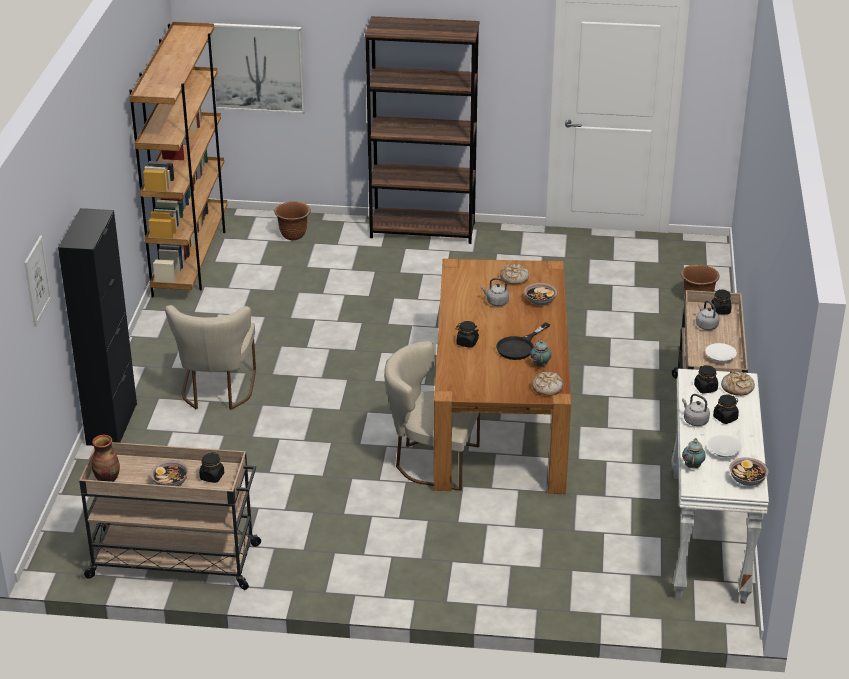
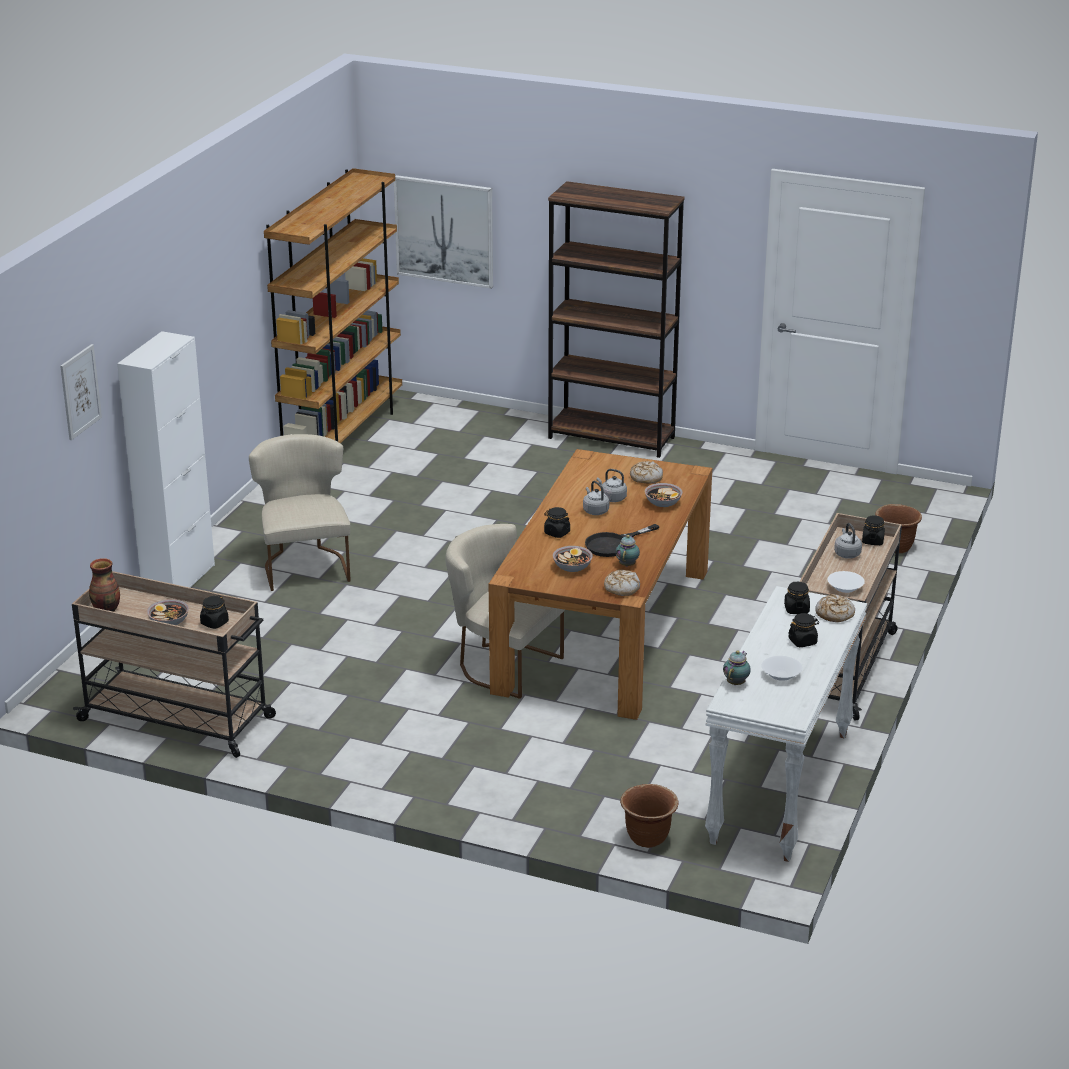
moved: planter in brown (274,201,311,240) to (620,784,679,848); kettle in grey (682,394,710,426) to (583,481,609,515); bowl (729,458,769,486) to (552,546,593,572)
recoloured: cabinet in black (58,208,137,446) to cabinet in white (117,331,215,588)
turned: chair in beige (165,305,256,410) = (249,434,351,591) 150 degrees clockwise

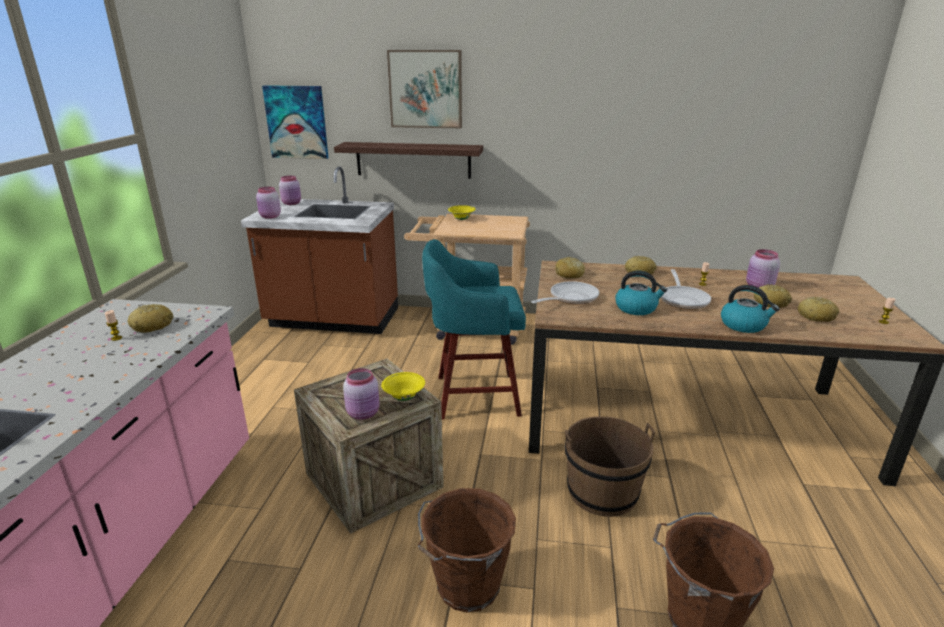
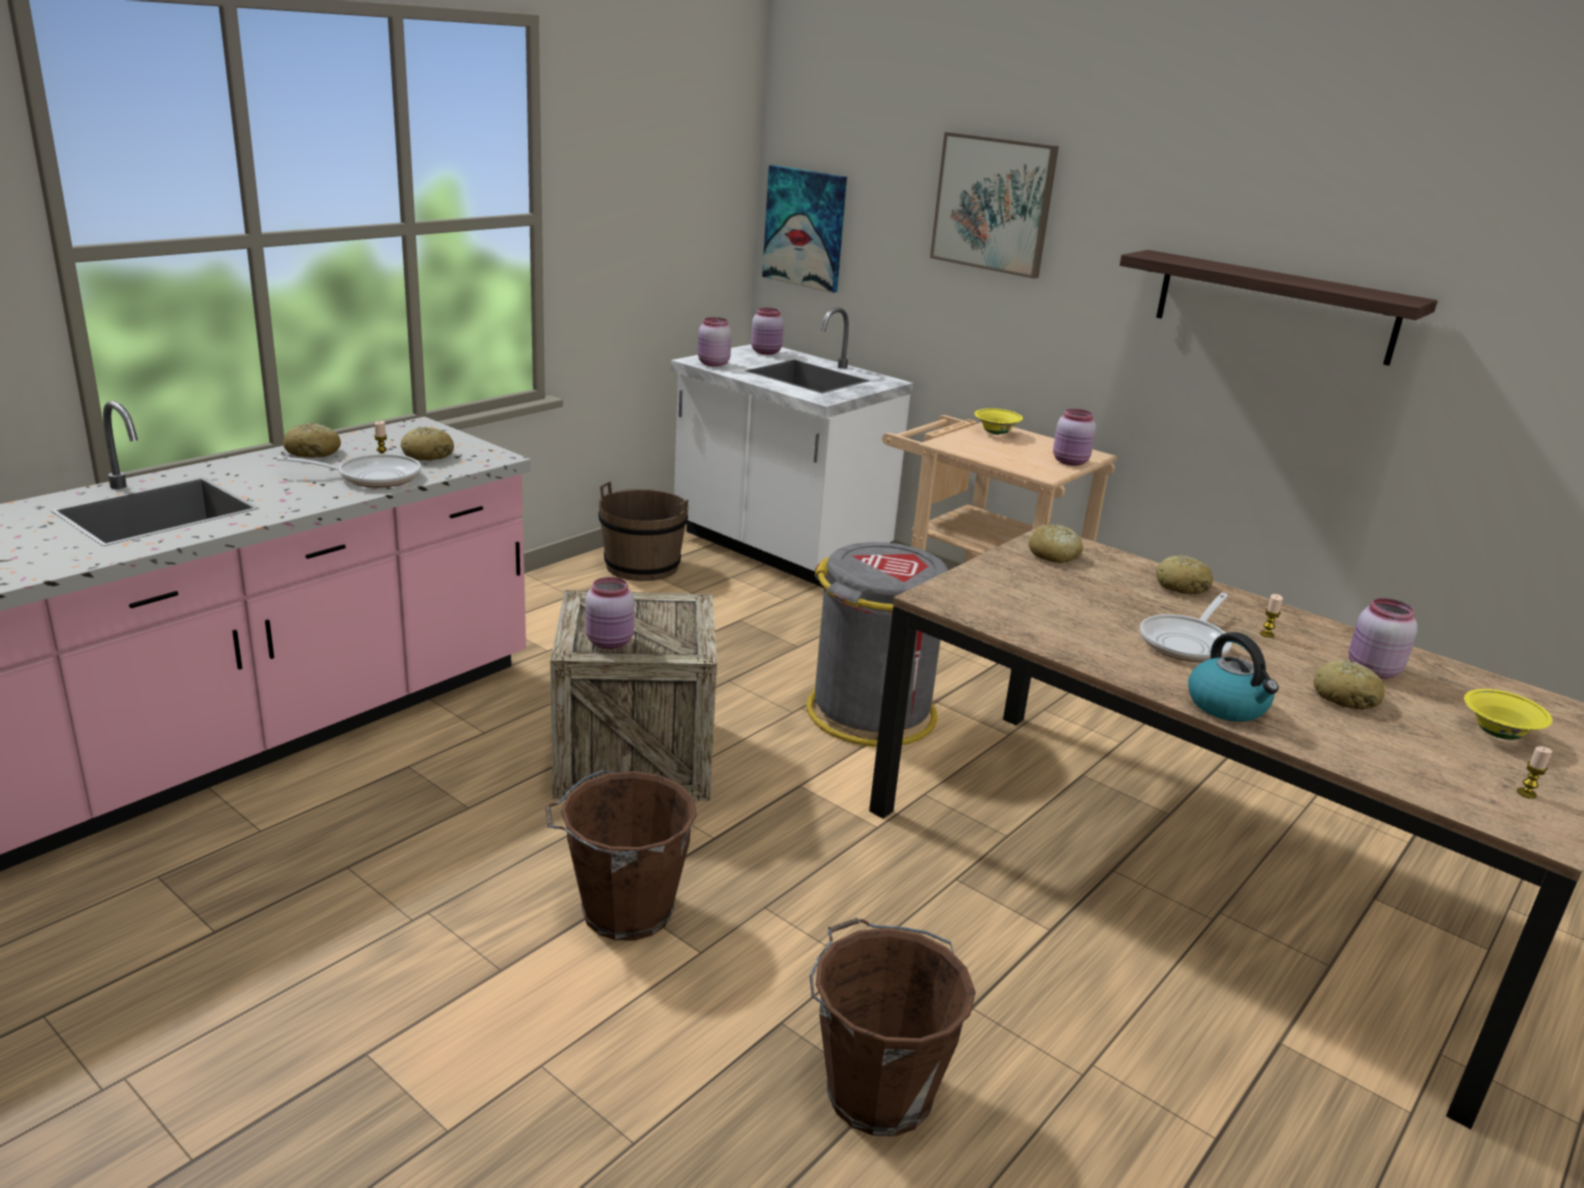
removed: kettle (615,271,667,315)
added: jar in pink (1053,409,1096,466)
moved: shelf (334,142,483,179) to (1120,250,1438,366); frying pan (531,281,599,304) to (276,454,421,488); bread (797,297,839,322) to (283,422,341,458); bowl in yellow (381,372,425,401) to (1464,689,1553,740); bucket in brown (565,416,655,517) to (598,482,689,581)
replaced: stool in turquoise (422,239,526,419) to trash can in grey (806,542,948,747)
recoloured: counter in brown (241,166,398,334) to counter in white (671,307,914,588)

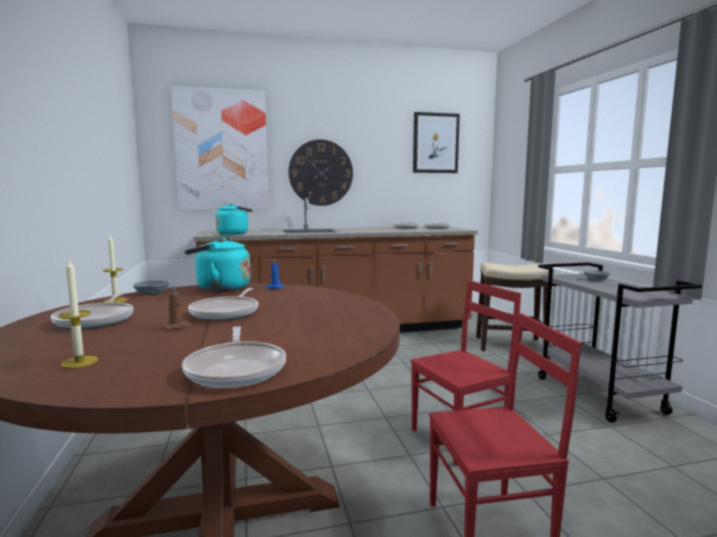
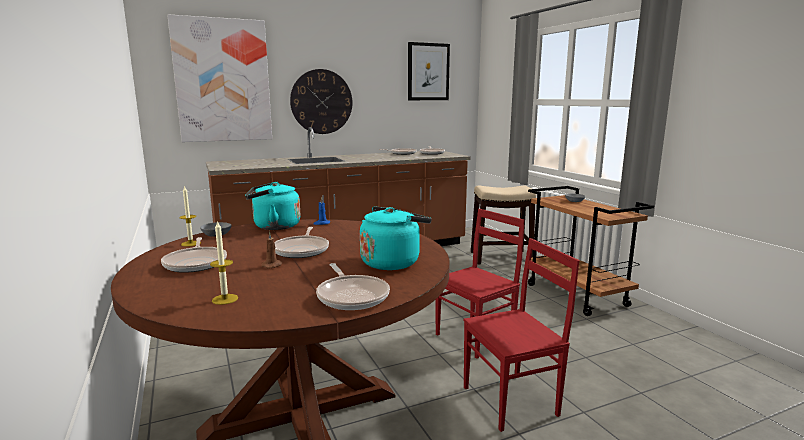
moved: kettle in turquoise (215,203,252,235) to (360,206,432,270)
recoloured: cart in grey (537,262,702,423) to cart in brown (528,186,654,316)

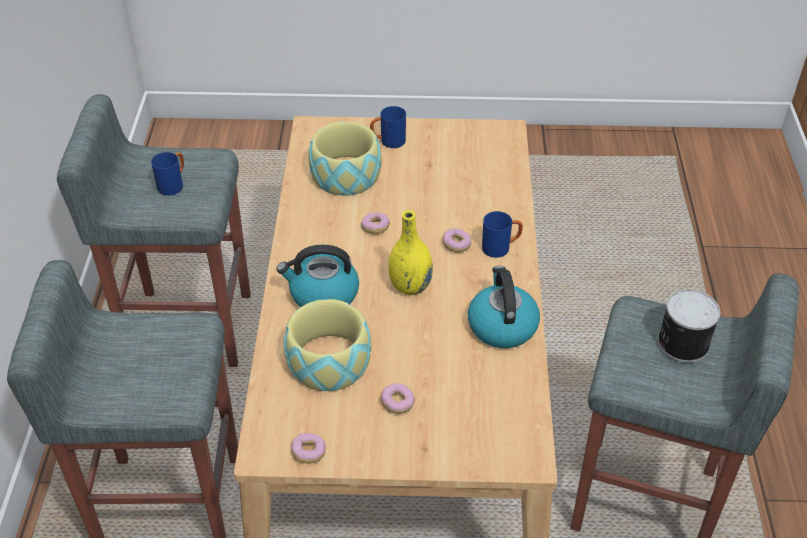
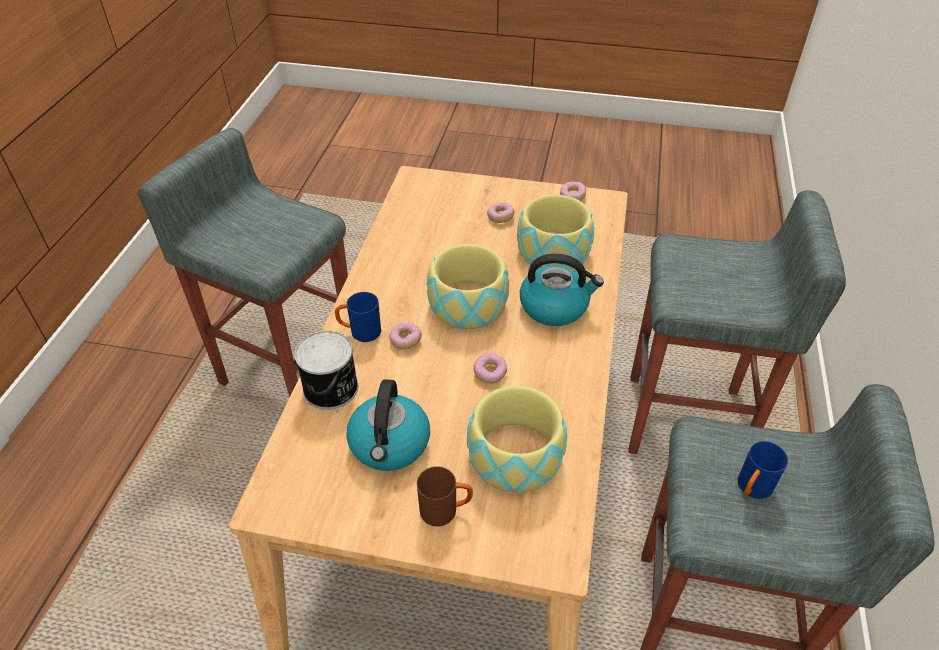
moved: kettle (468,266,540,348) to (346,379,430,471); can (658,290,720,363) to (294,331,358,410)
replaced: vase in yellow (389,210,433,295) to bowl (427,244,509,329)
recoloured: mug in blue (370,106,406,148) to mug in brown (417,466,473,527)

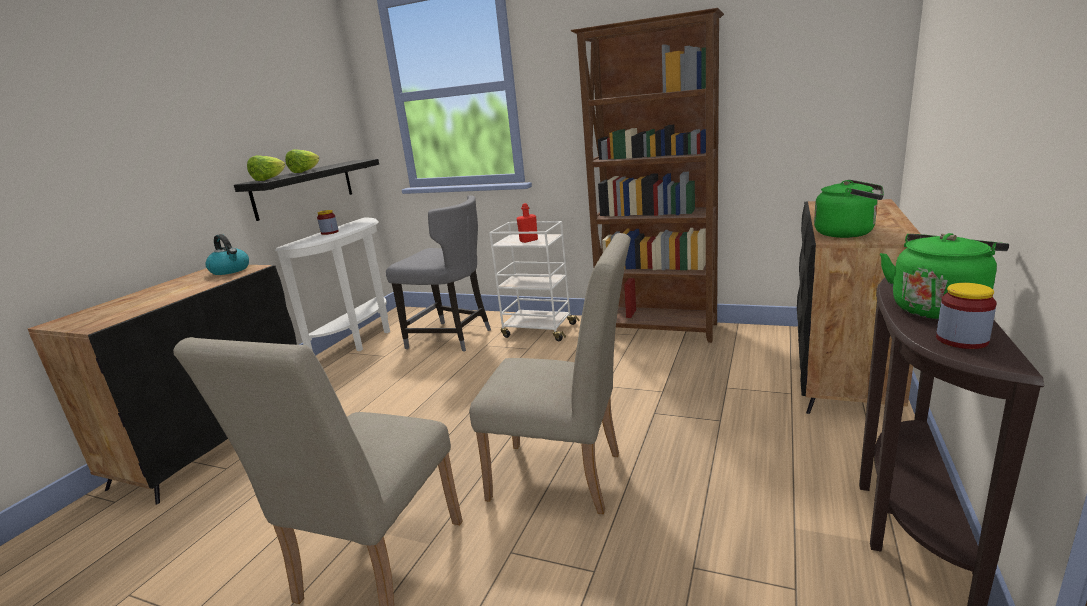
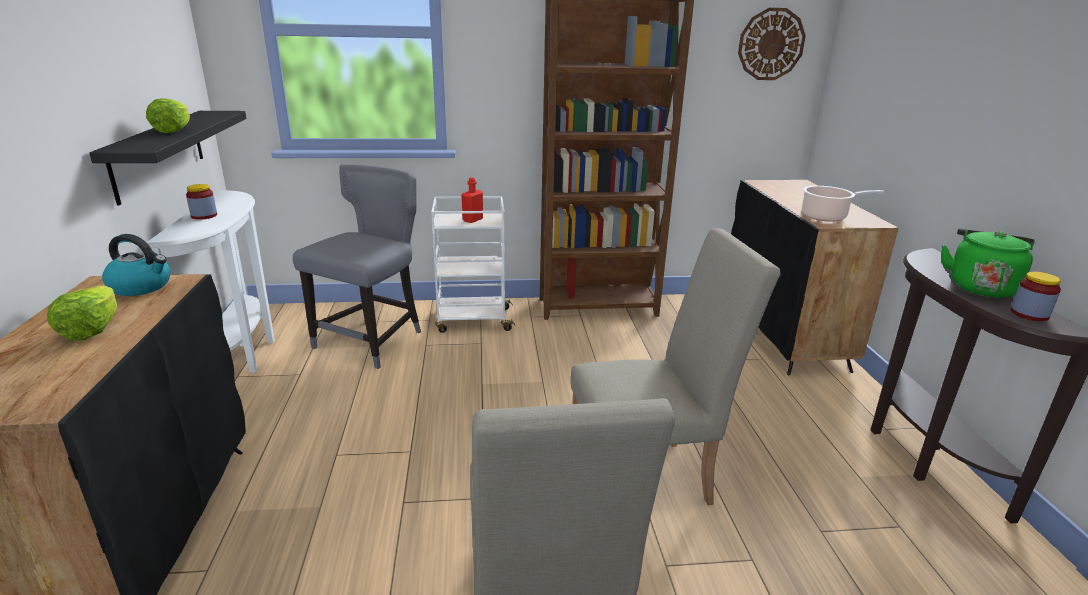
added: wall clock (738,8,806,80)
moved: lettuce (247,155,285,181) to (47,286,117,341)
replaced: kettle in green (814,180,884,238) to cooking pot (802,186,884,222)
turned: chair in grey (386,195,491,352) = (293,164,421,369) 60 degrees counterclockwise

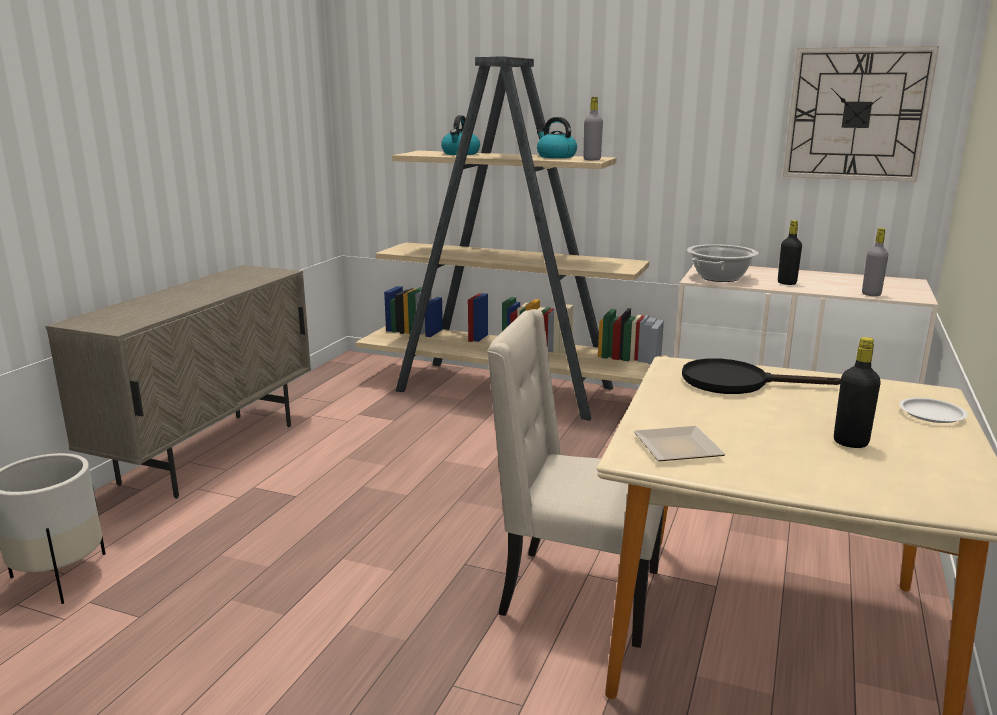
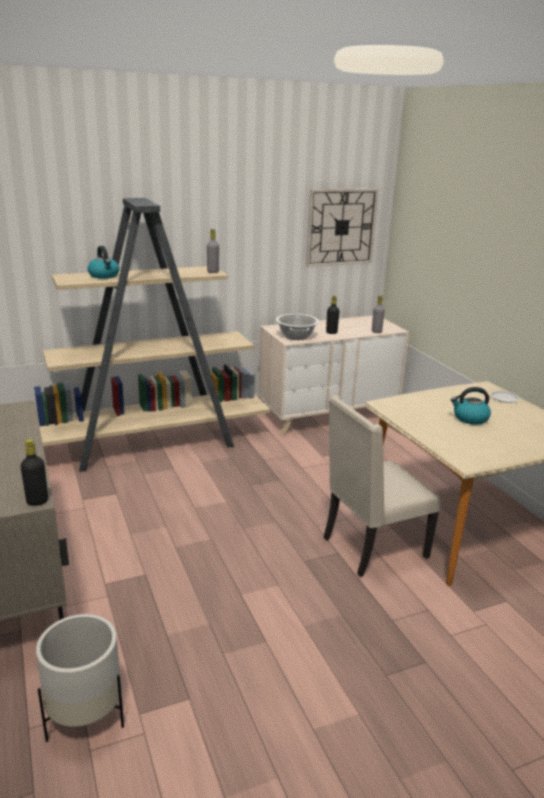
removed: frying pan in black (682,358,841,394); plate (634,426,725,461)
moved: kettle (537,117,577,158) to (451,387,491,425); bottle in black (834,337,881,448) to (20,439,48,506)

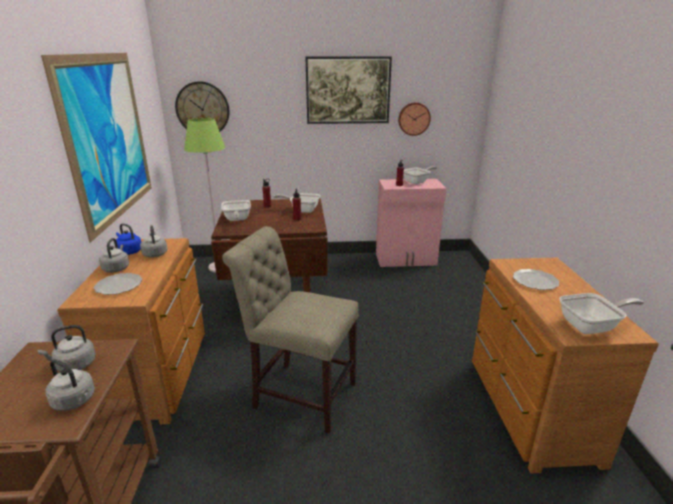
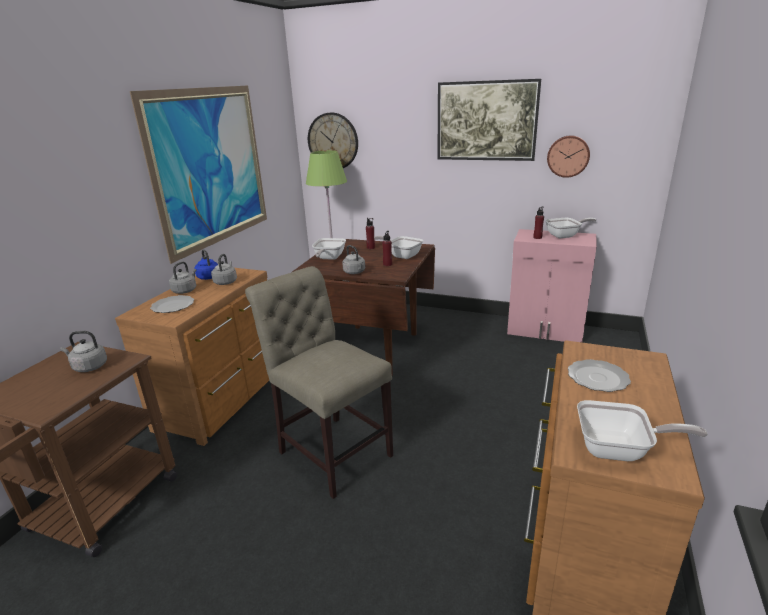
moved: kettle in grey (45,359,95,411) to (342,245,365,274)

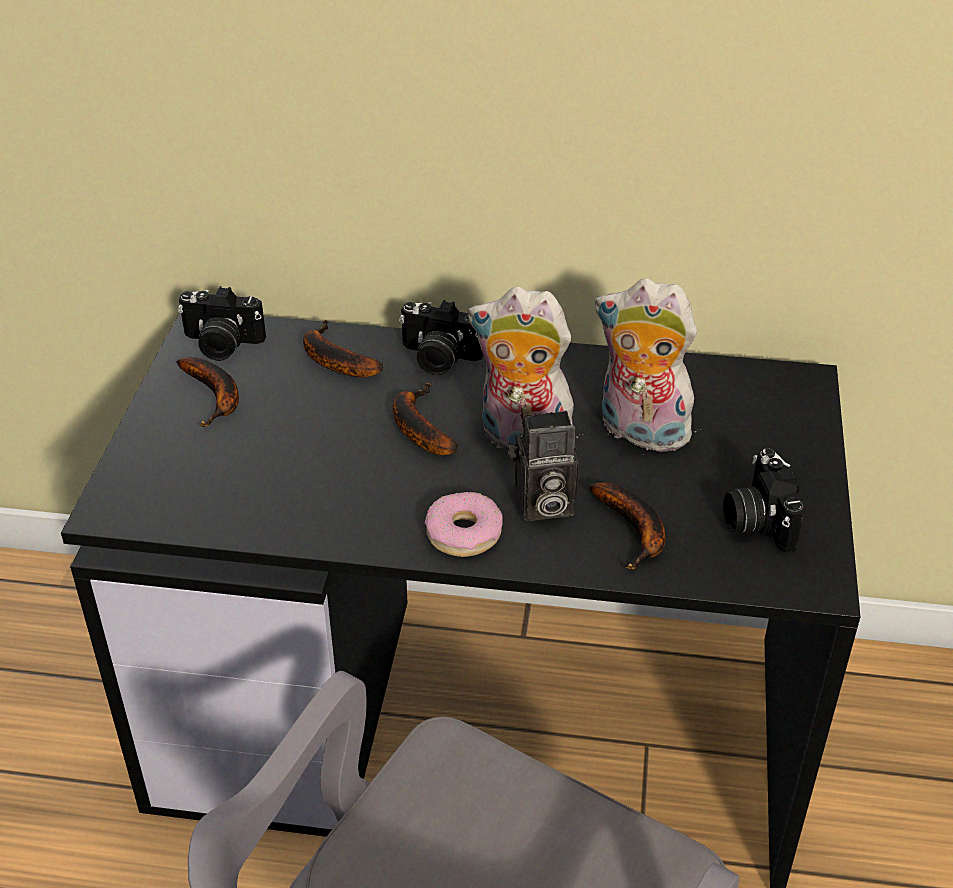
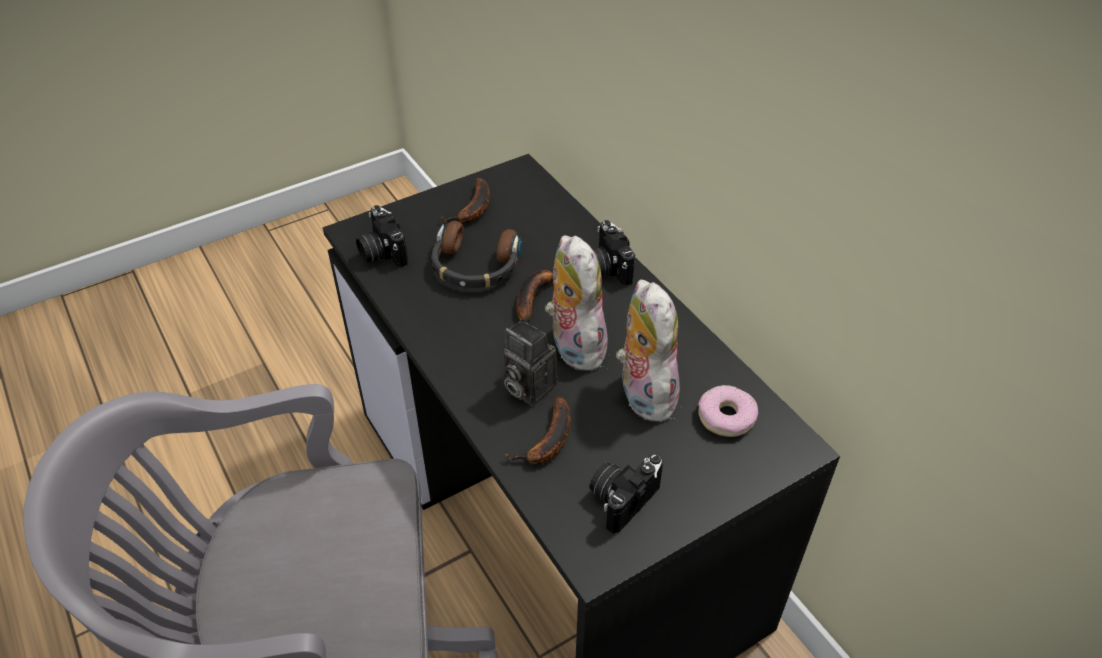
removed: banana (303,320,383,377)
added: headphones (431,221,523,288)
moved: photo camera (178,286,266,361) to (356,205,408,267); donut (425,492,503,557) to (698,385,758,437)

